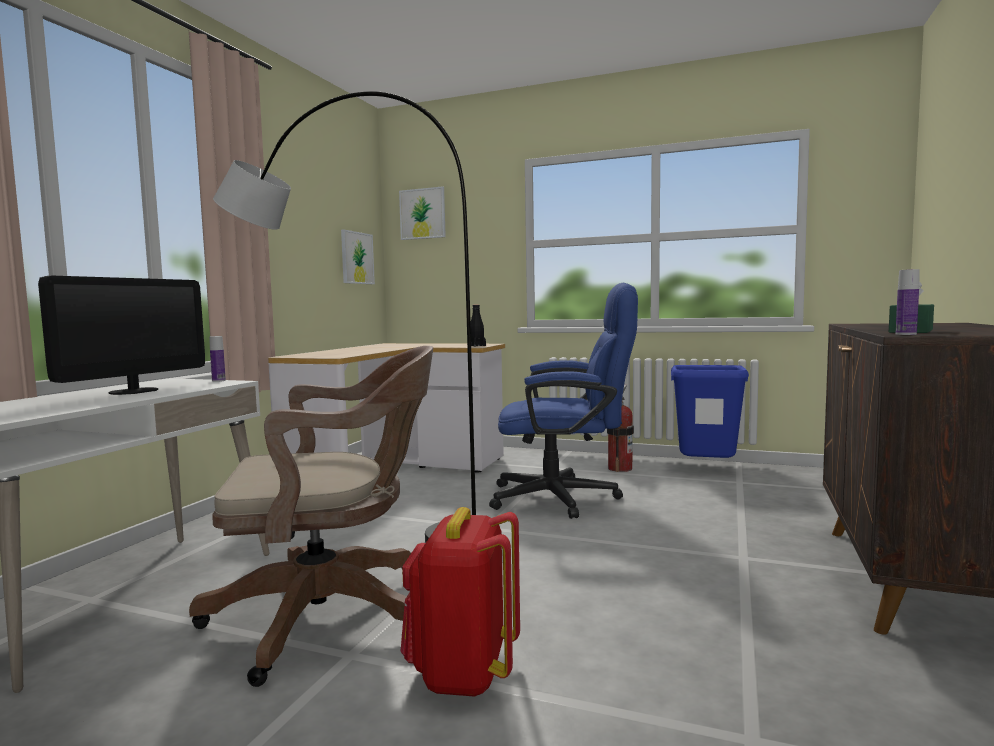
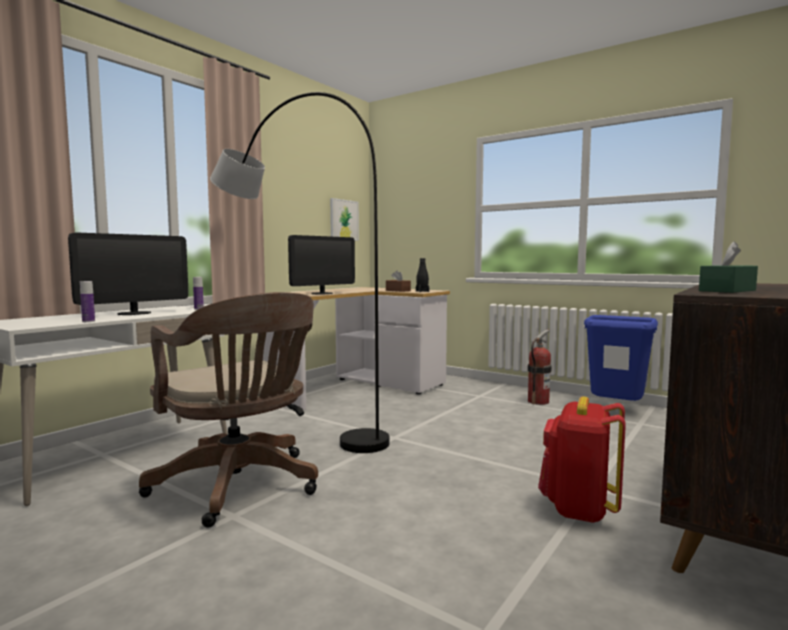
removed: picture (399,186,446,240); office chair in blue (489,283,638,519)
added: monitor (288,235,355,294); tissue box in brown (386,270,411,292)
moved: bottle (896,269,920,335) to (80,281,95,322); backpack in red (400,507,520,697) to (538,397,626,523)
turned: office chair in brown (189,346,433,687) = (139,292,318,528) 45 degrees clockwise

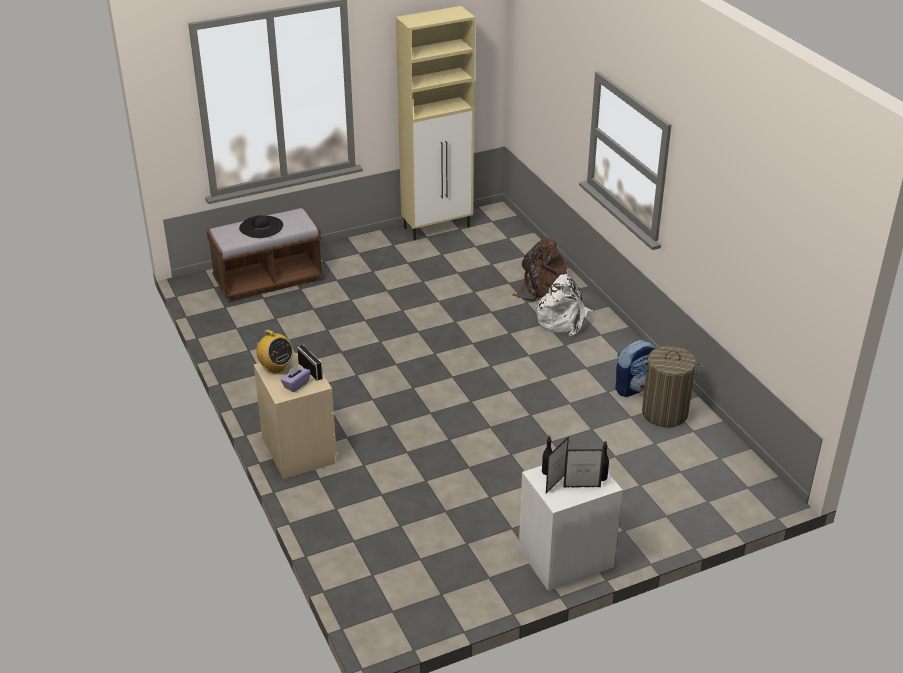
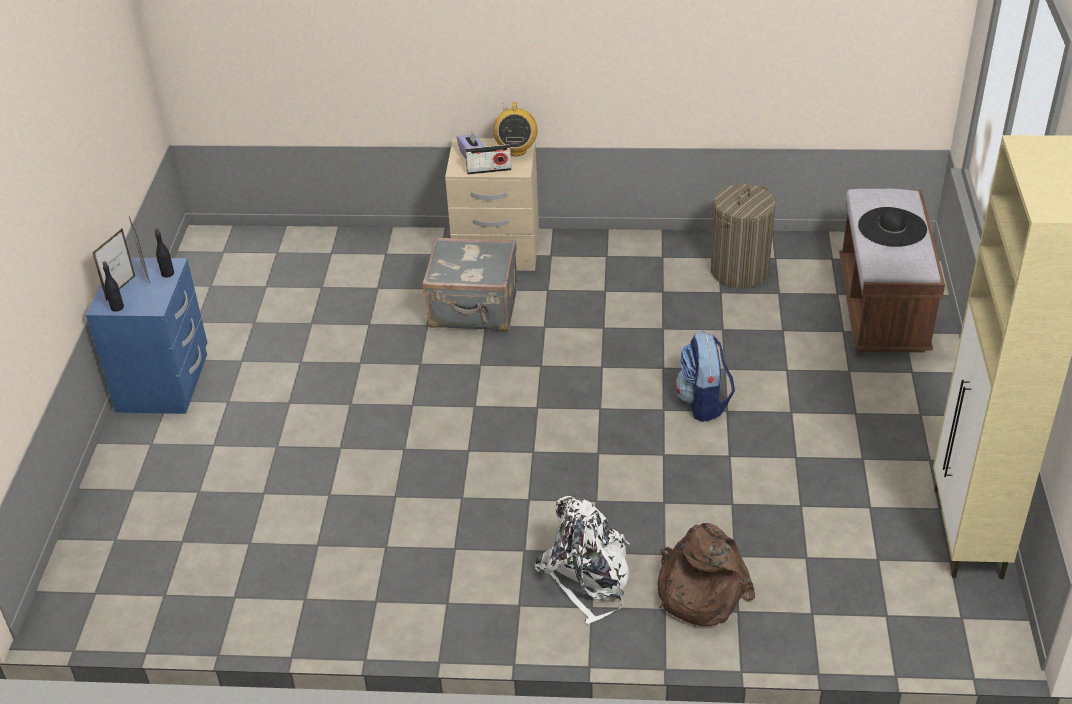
added: suitcase in grey (423,237,517,331)
moved: backpack (615,340,655,397) to (675,331,735,422); laundry basket (642,346,701,427) to (711,184,776,288)
recoloured: nightstand in white (519,466,623,591) to nightstand in blue (86,258,207,414)
turned: radio (254,330,293,373) = (493,102,537,156) 75 degrees counterclockwise

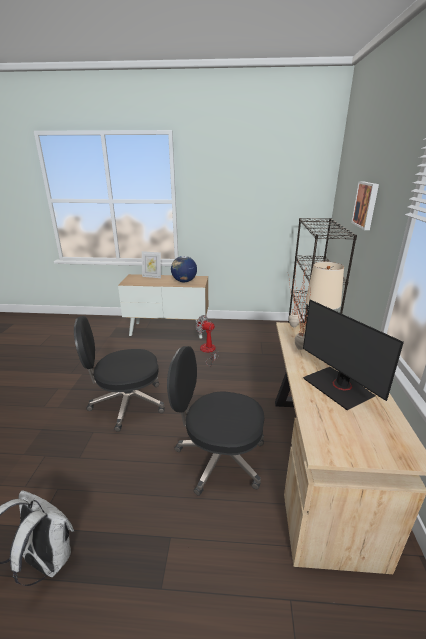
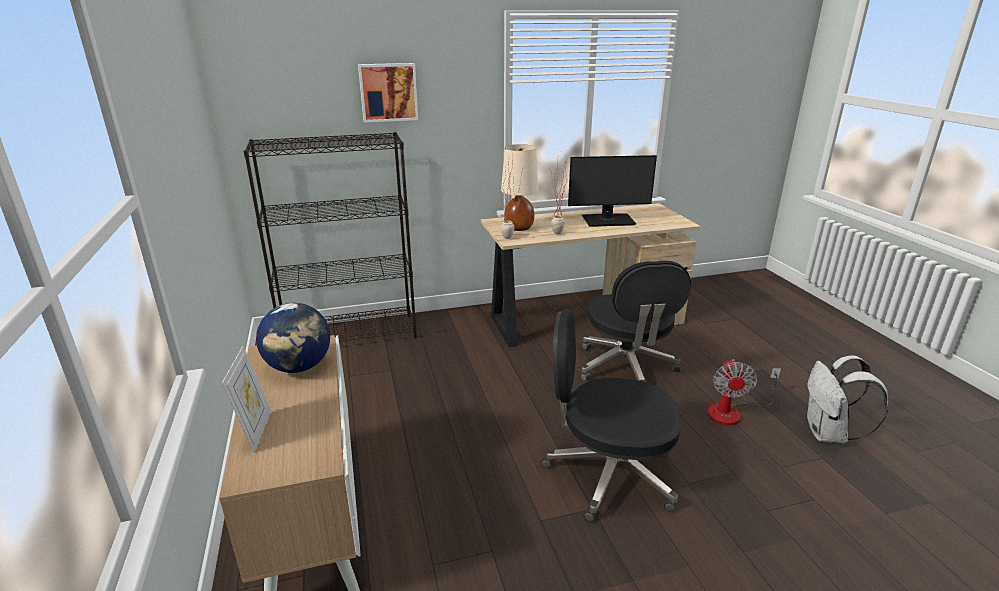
moved: fan (196,315,219,367) to (707,359,781,425)
turned: monitor (303,299,404,410) = (568,155,657,227) 45 degrees clockwise; office chair in black (74,316,165,432) = (541,310,681,522) 135 degrees clockwise

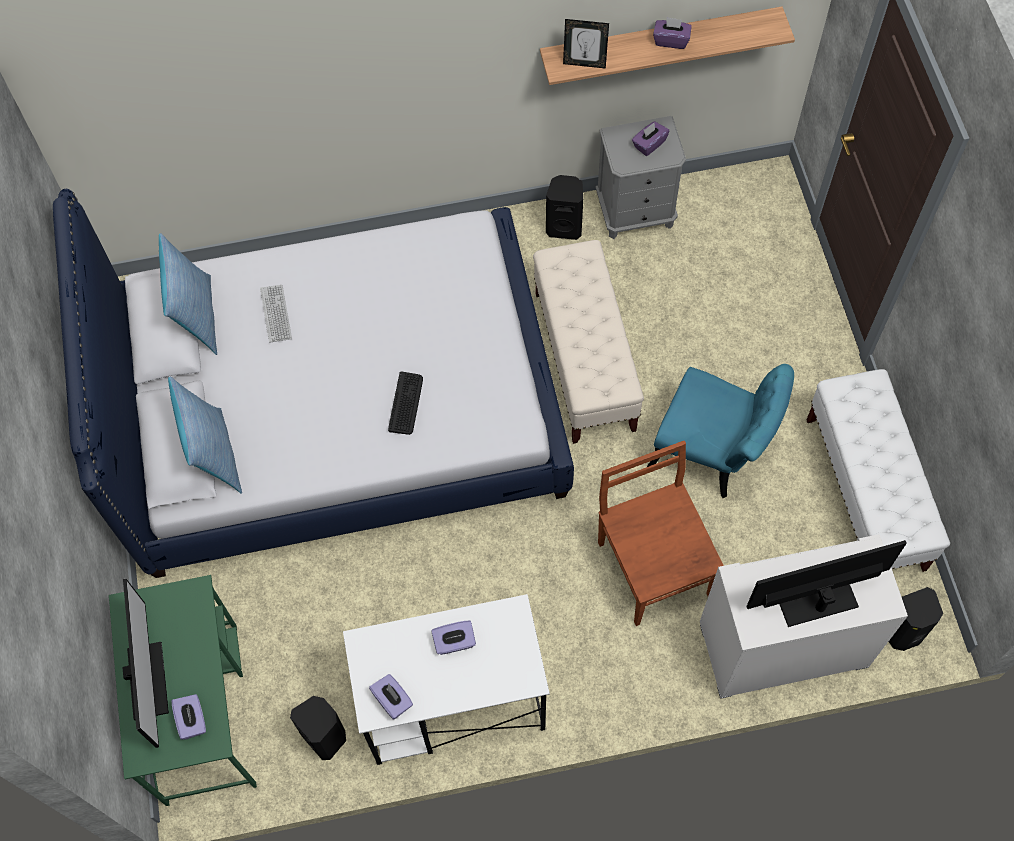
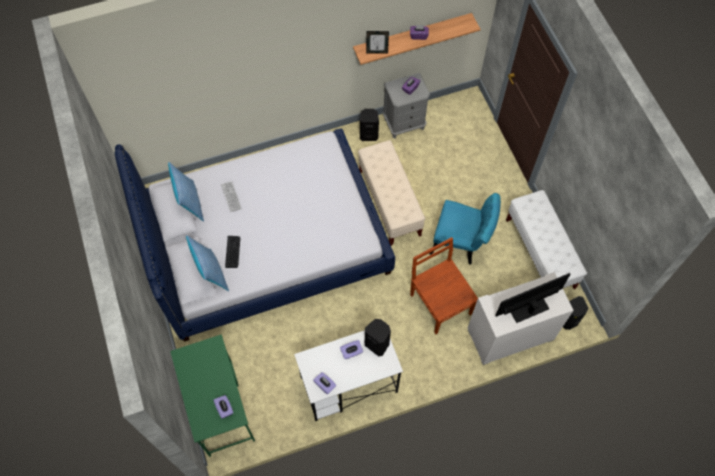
removed: monitor (122,579,169,748)
moved: keyboard (388,371,423,435) to (225,236,240,268); speaker in black (290,696,346,760) to (365,319,391,356)

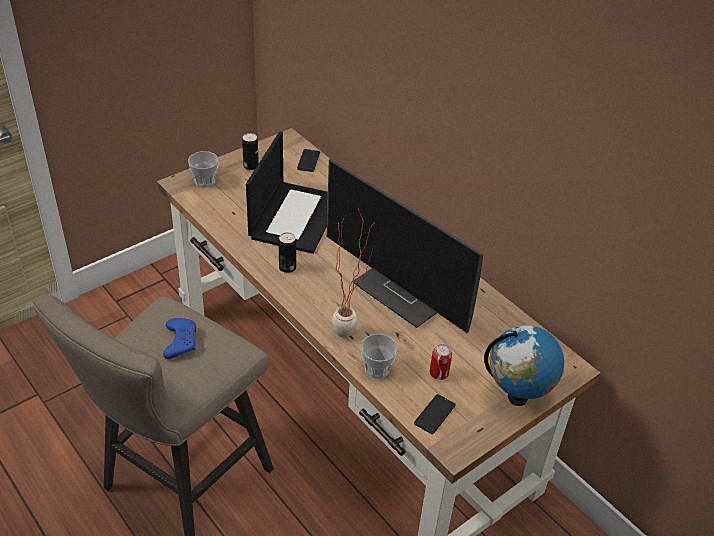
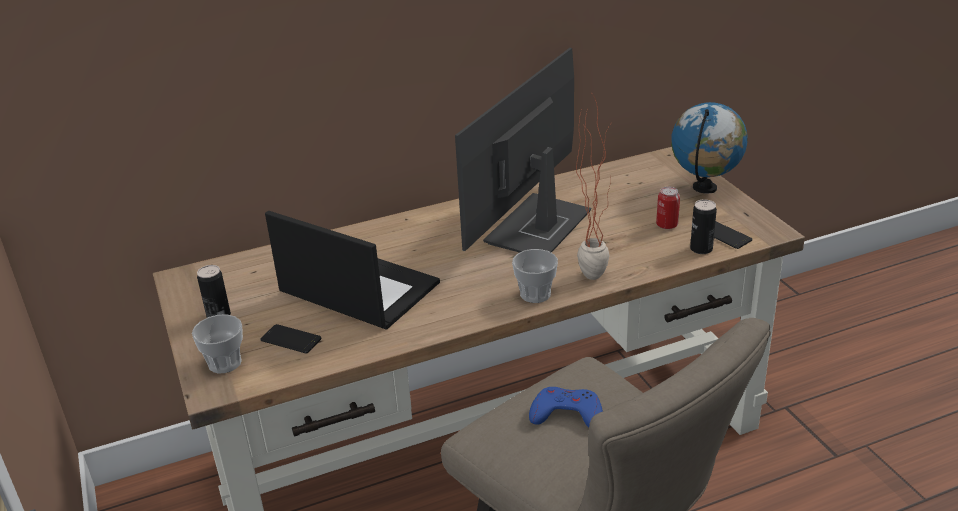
moved: phone (297,149,320,172) to (260,324,322,353); can (279,232,296,273) to (690,199,717,254); cup (360,334,398,379) to (512,249,558,303)
turned: monitor (327,159,483,333) = (455,48,592,253) 150 degrees clockwise

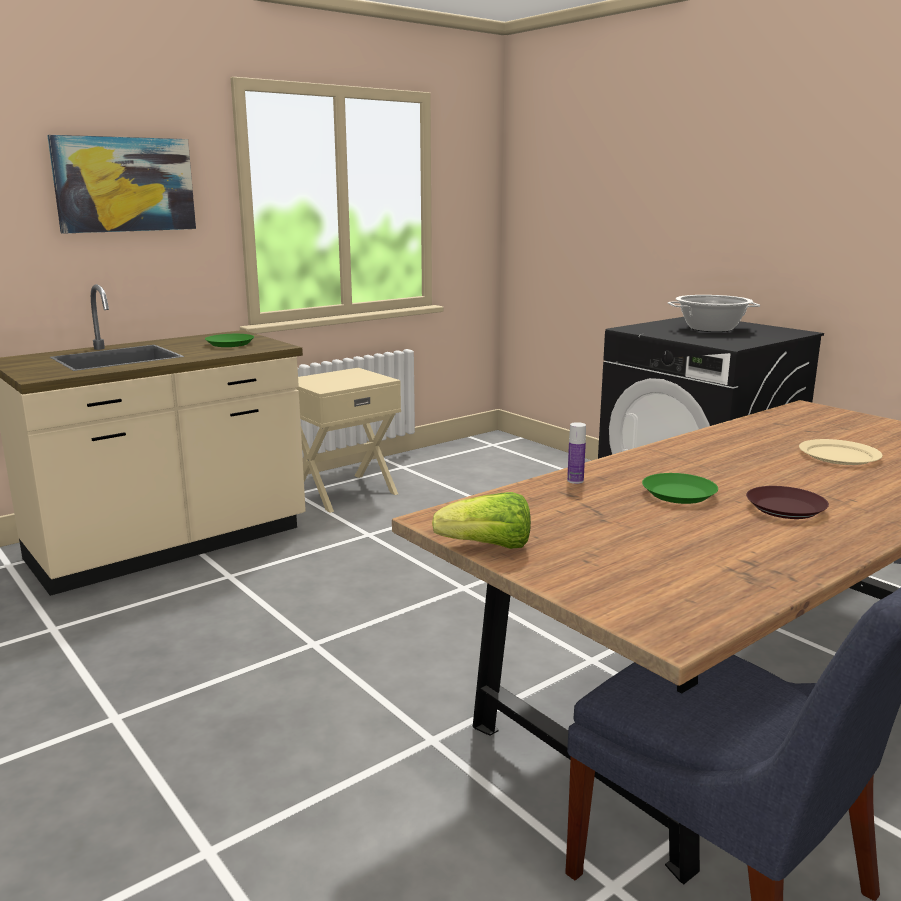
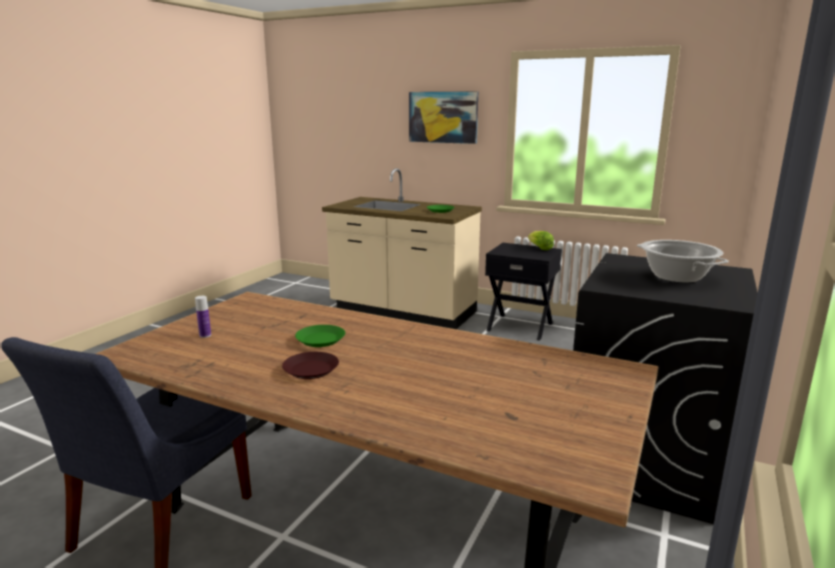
removed: plate in beige (799,439,883,465)
moved: bottle (567,422,586,484) to (195,296,211,338); lettuce (432,492,531,549) to (528,231,554,250)
recoloured: nightstand in beige (296,368,401,513) to nightstand in black (485,243,562,341)

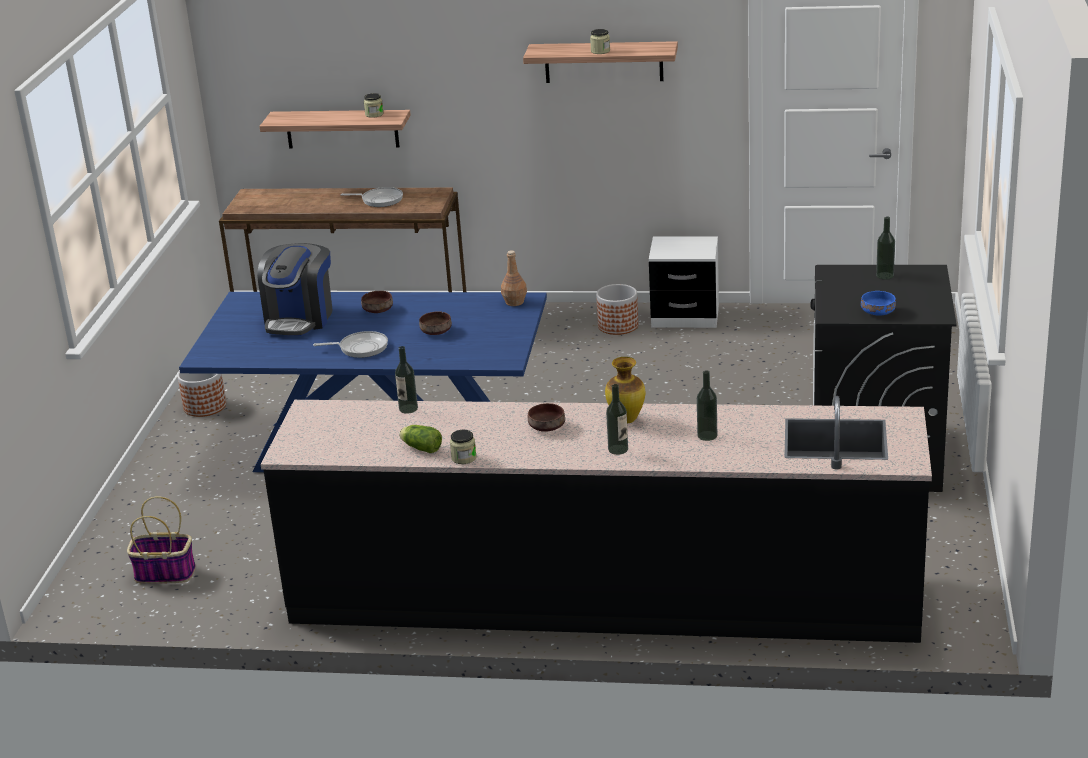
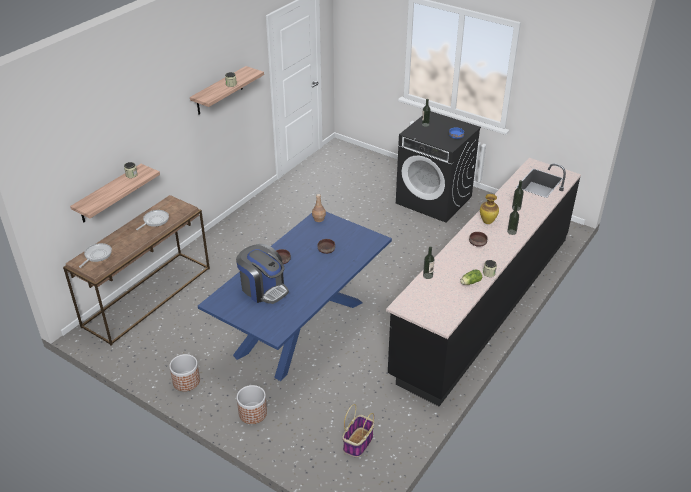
removed: nightstand in white (649,236,719,328)
moved: planter (596,284,638,335) to (237,385,267,424); frying pan (313,331,388,358) to (79,243,112,268)

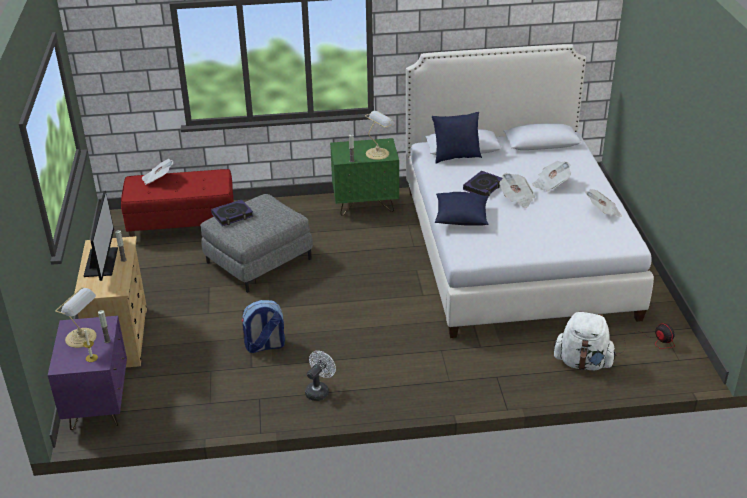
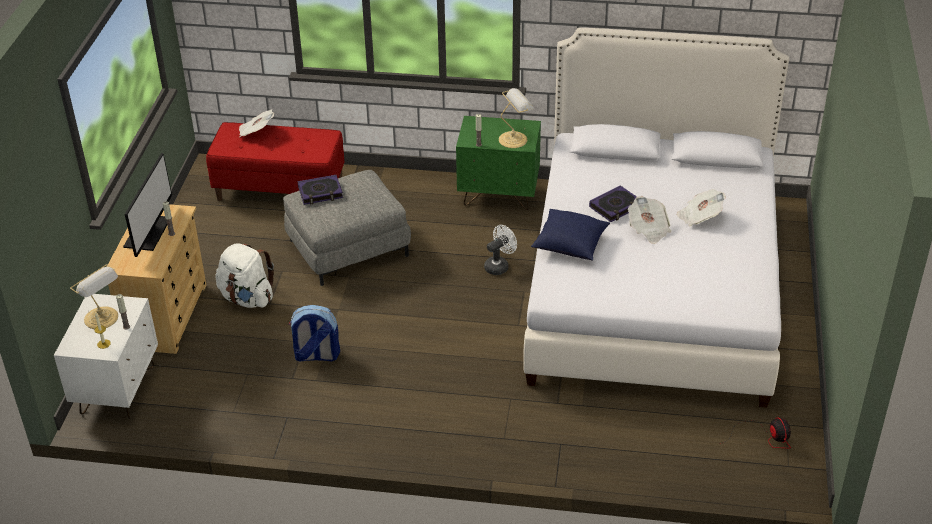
removed: pillow in blue (432,112,482,163); newspaper (585,190,622,217)
moved: backpack in white (554,312,617,370) to (215,243,274,308); fan in white (305,351,336,401) to (484,225,517,275)
recoloured: nightstand in purple (48,316,127,430) to nightstand in white (54,294,158,419)

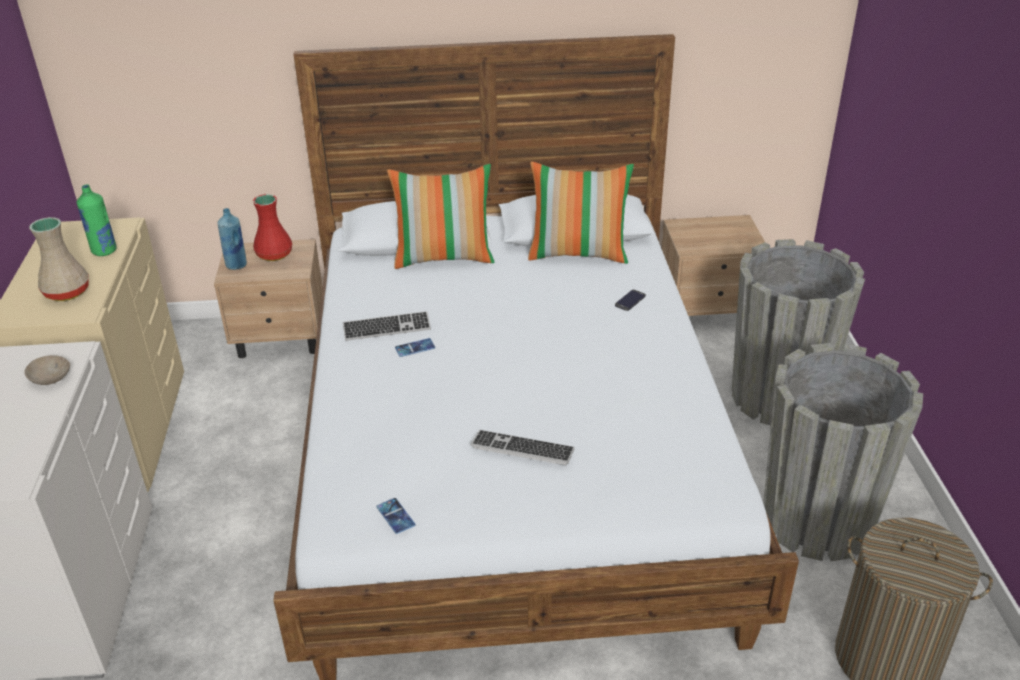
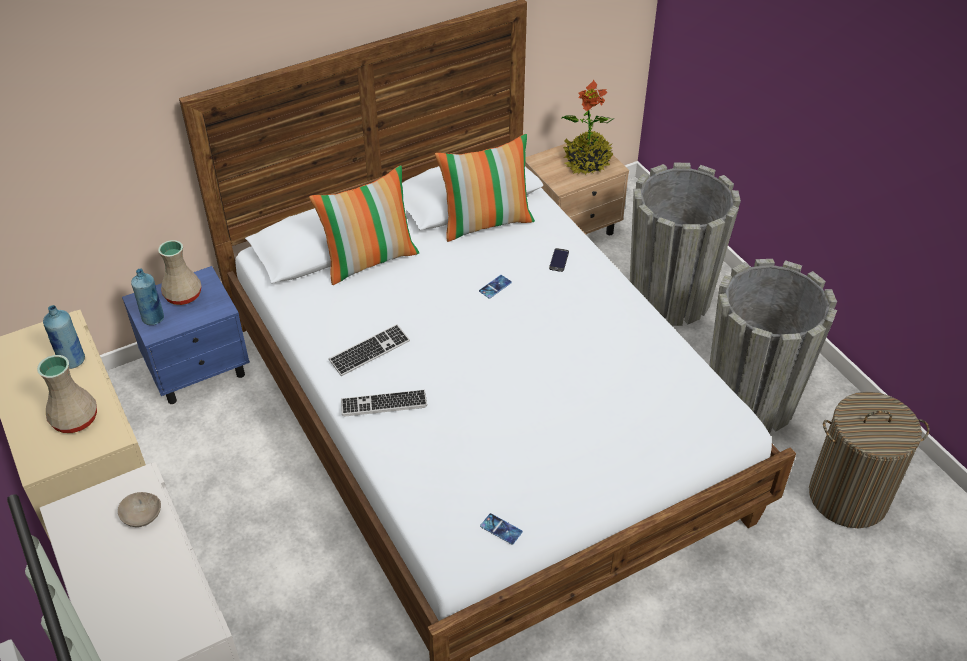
added: potted plant (562,80,613,175)
moved: phone (395,338,435,357) to (479,275,512,298); keyboard (471,430,575,465) to (341,390,427,417)
recoloured: bottle in green (76,184,117,256) to bottle in blue (43,305,85,369); vase in red (253,194,292,261) to vase in beige (158,240,201,305); nightstand in beige (214,239,323,358) to nightstand in blue (122,266,250,404)

